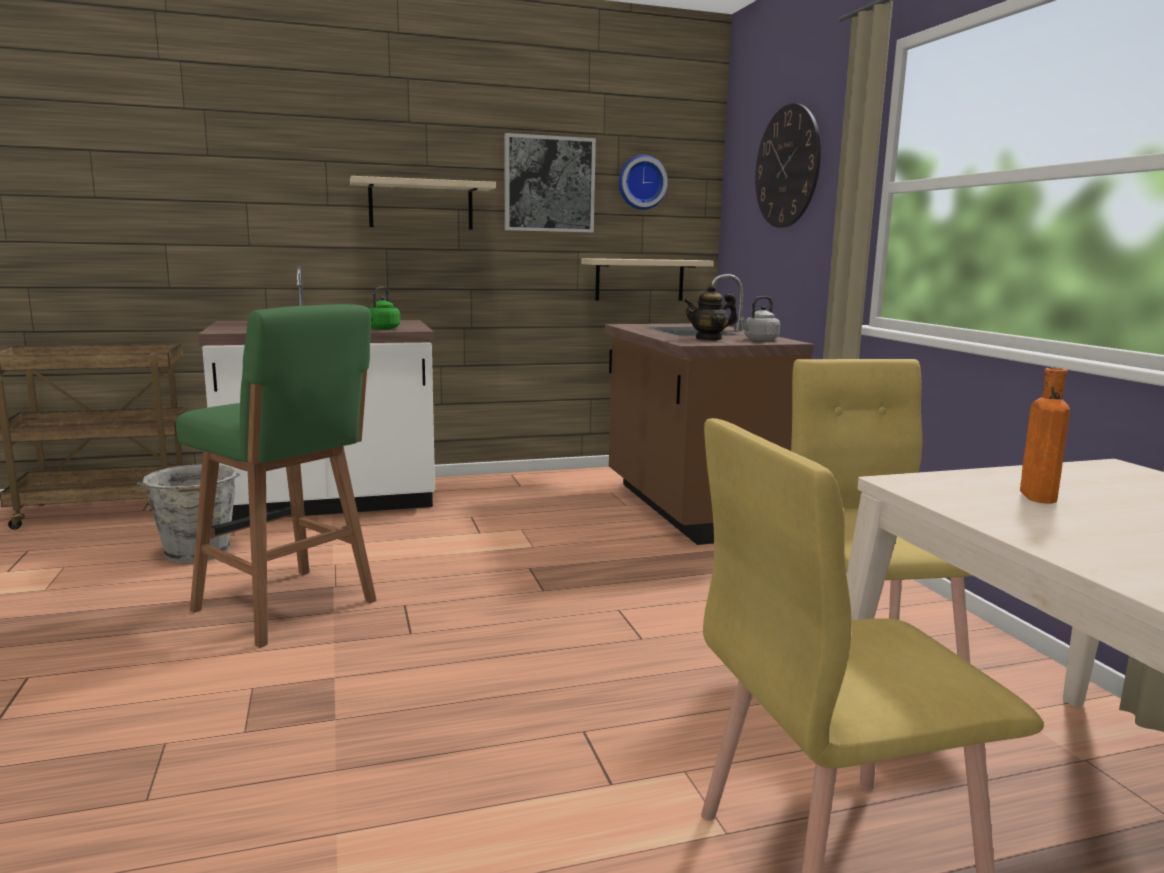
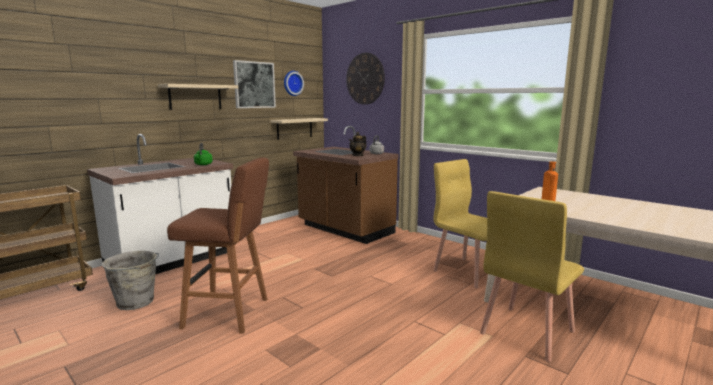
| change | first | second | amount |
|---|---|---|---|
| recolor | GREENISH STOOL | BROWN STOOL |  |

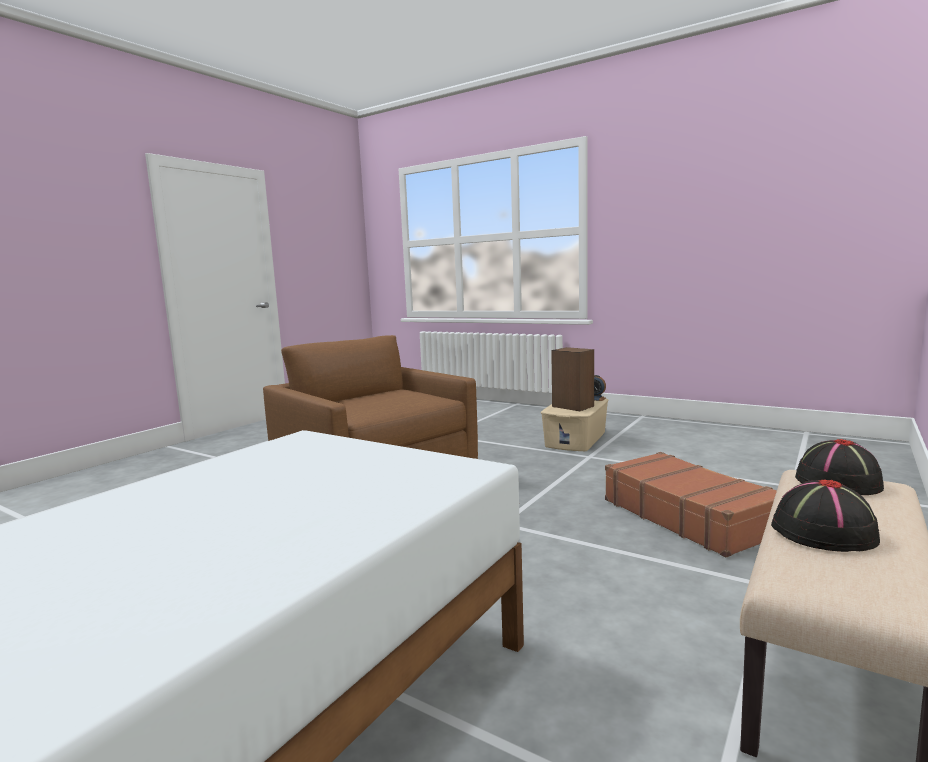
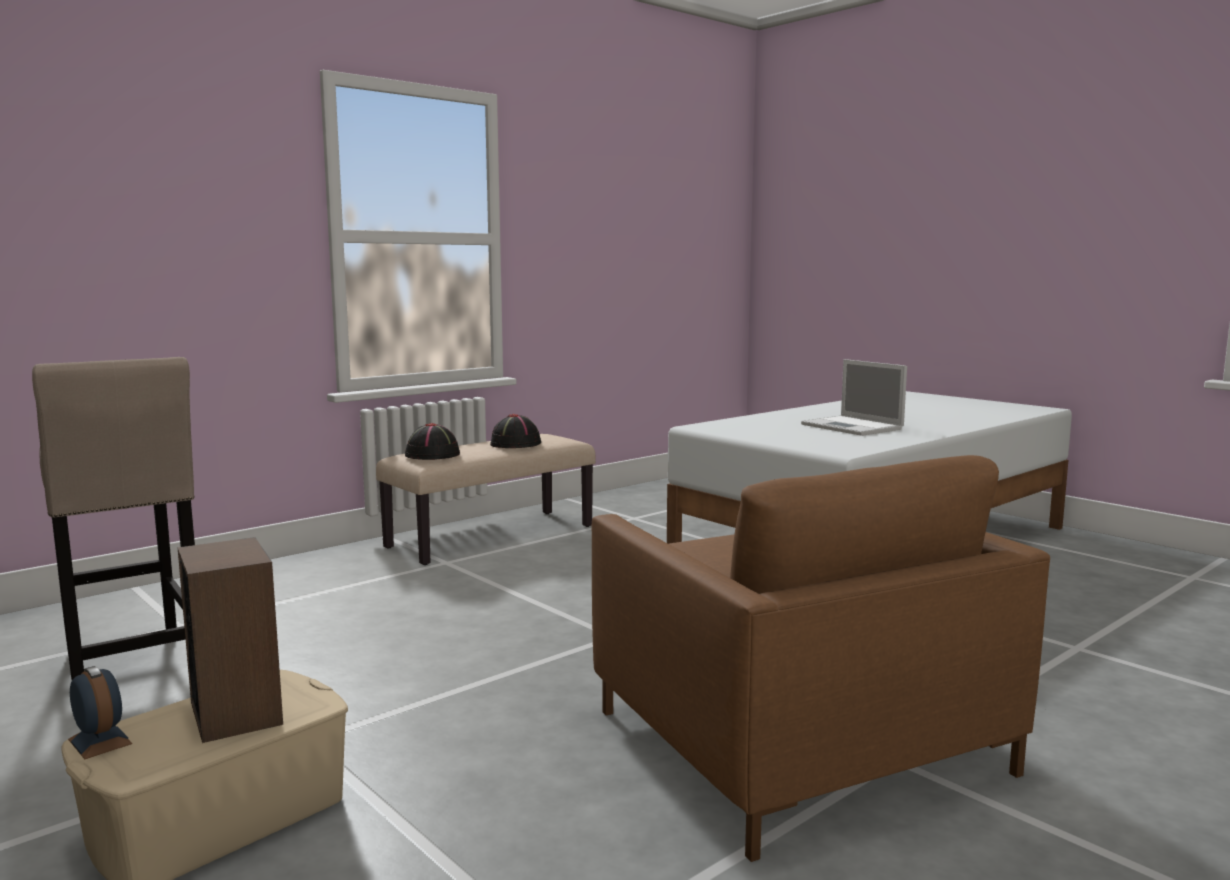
| change | first | second | amount |
|---|---|---|---|
| insert |  | SAND-COLOURED STOOL |  |
| insert |  | PORTABLE COMPUTER |  |
| delete | BROWN TRAVEL CASE |  |  |

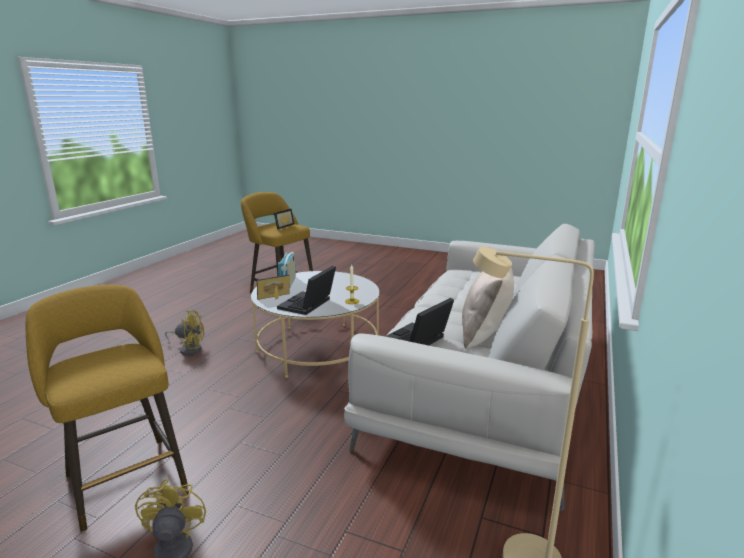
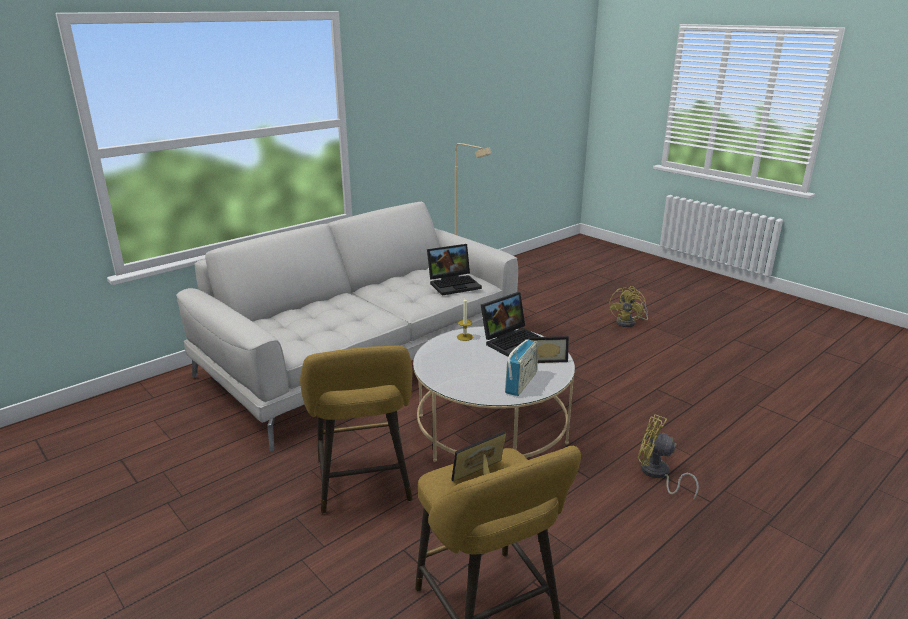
| change | first | second | amount |
|---|---|---|---|
| move | YELLOW-COLOURED STOOL (1st from left) |  |  |
| delete | SAND-COLOURED THROW PILLOW |  |  |

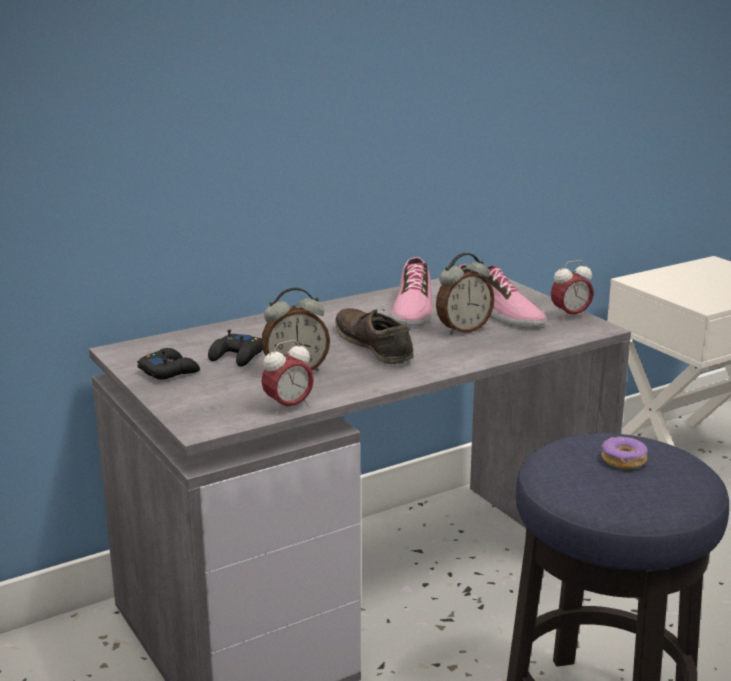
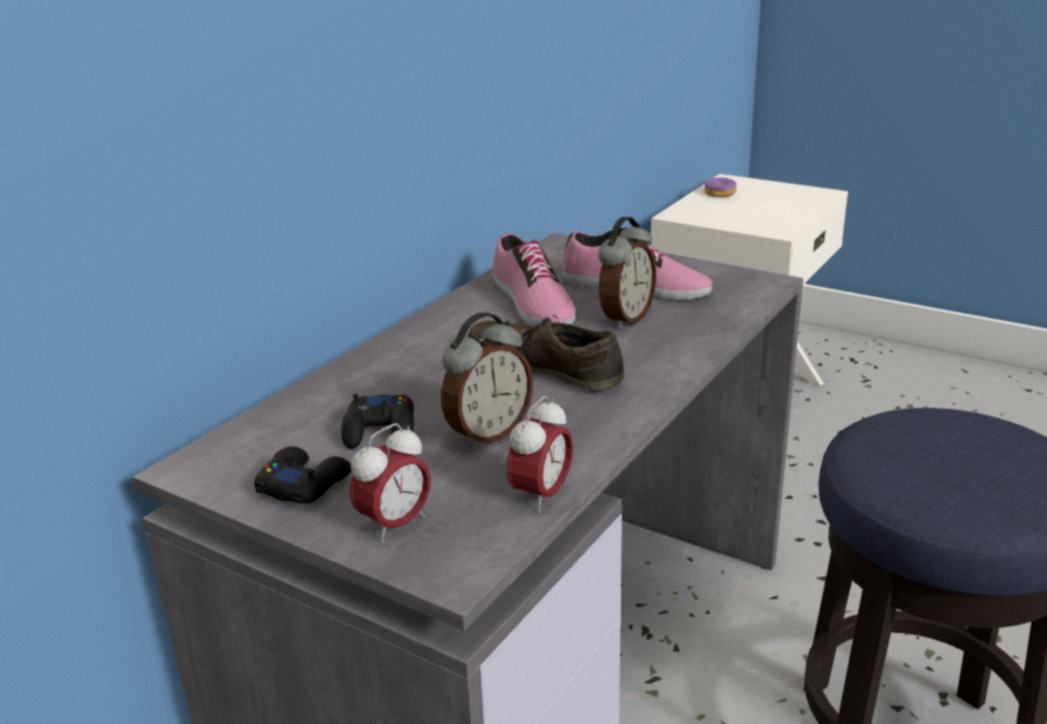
| change | first | second | amount |
|---|---|---|---|
| move | TABLE CLOCK (4th from left in the first image) | TABLE CLOCK (1st from left) |  |
| move | DOUGHNUT |  |  |

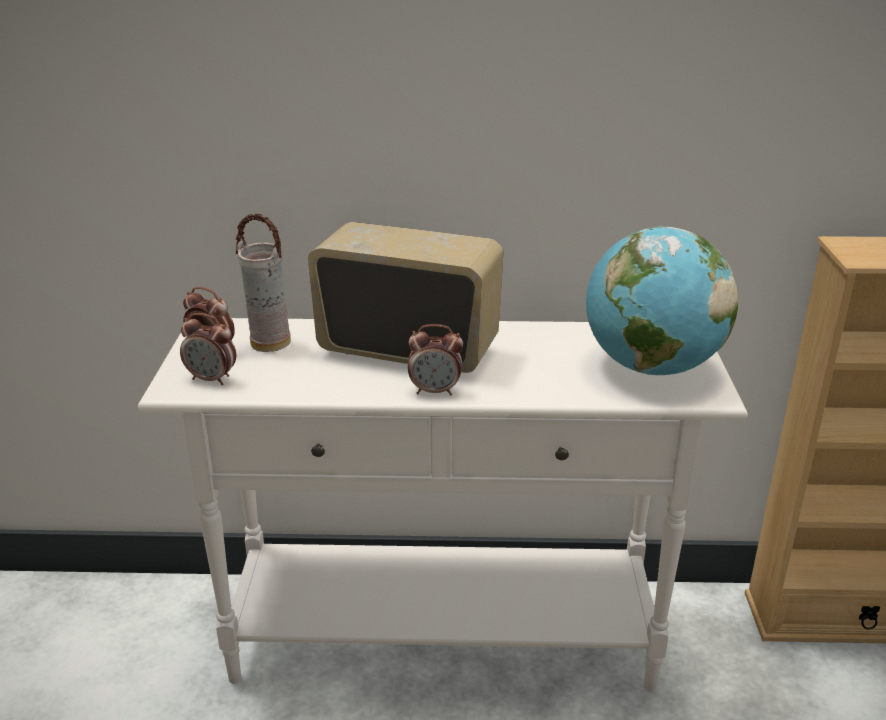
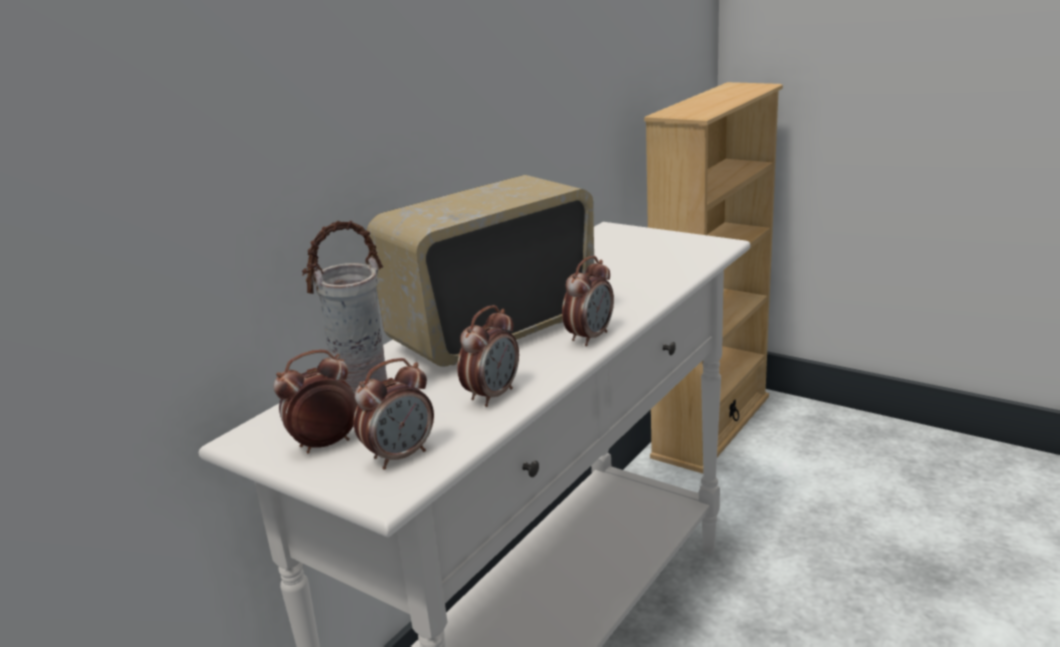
| change | first | second | amount |
|---|---|---|---|
| insert |  | TABLE CLOCK (3rd from left) |  |
| delete | GLOBE |  |  |

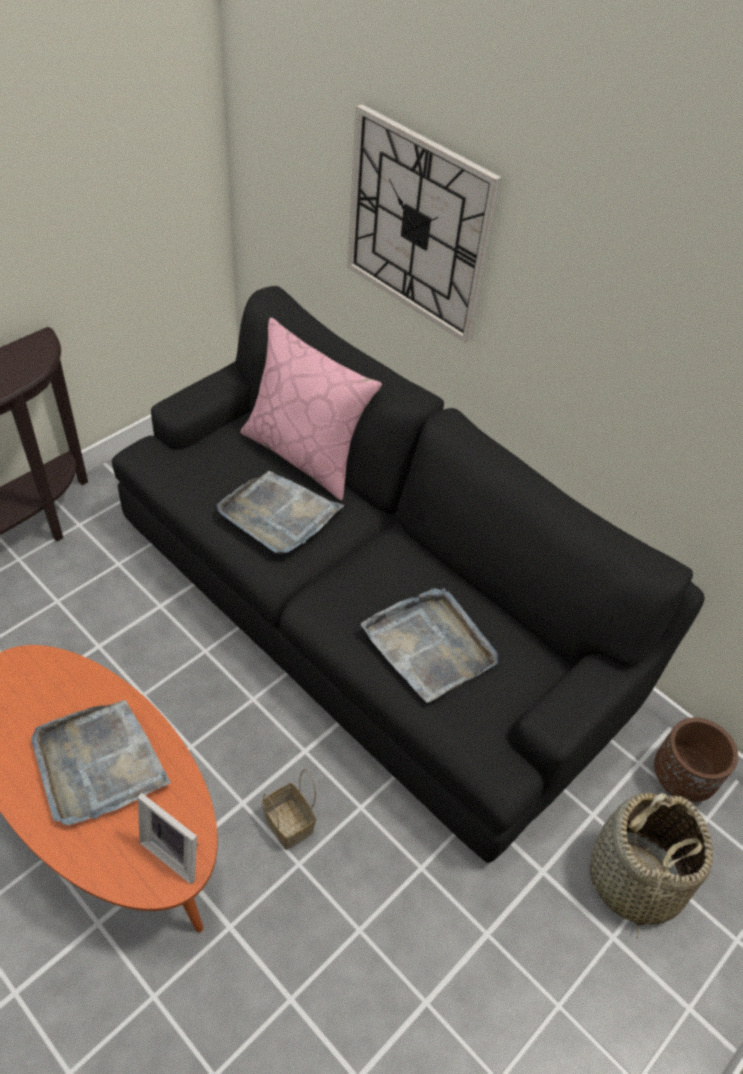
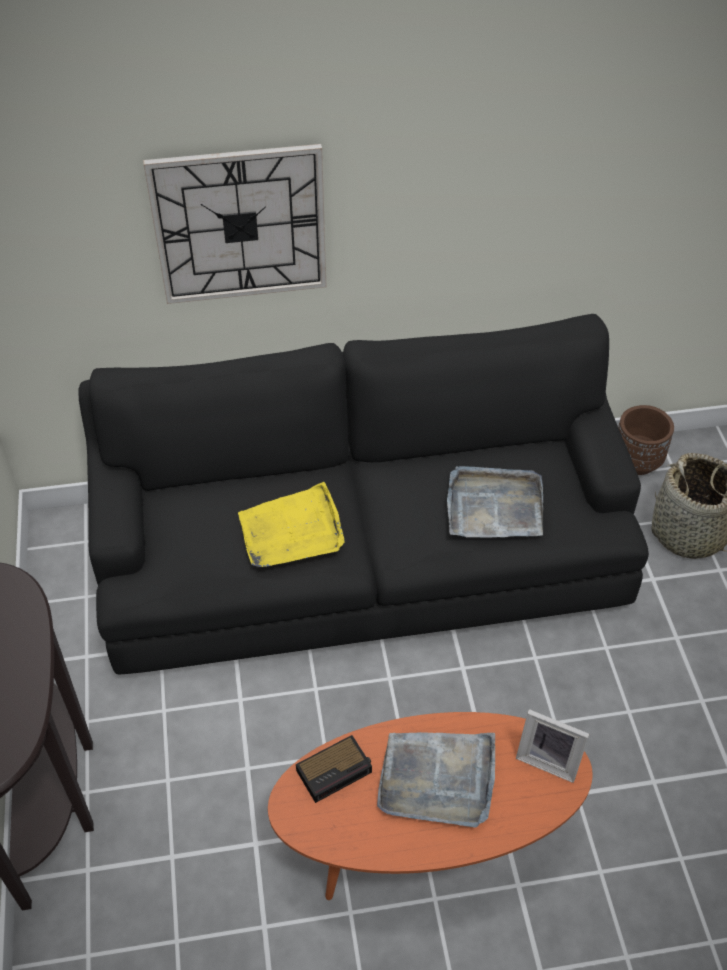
| change | first | second | amount |
|---|---|---|---|
| recolor | GREYISH TRAY (2nd from left) | YELLOW-COLOURED TRAY |  |
| insert |  | TABLE CLOCK |  |
| rotate | STANDING FRAME |  | 45 degrees clockwise |
| delete | PINK THROW PILLOW |  |  |
| delete | BASKET (1st from left) |  |  |

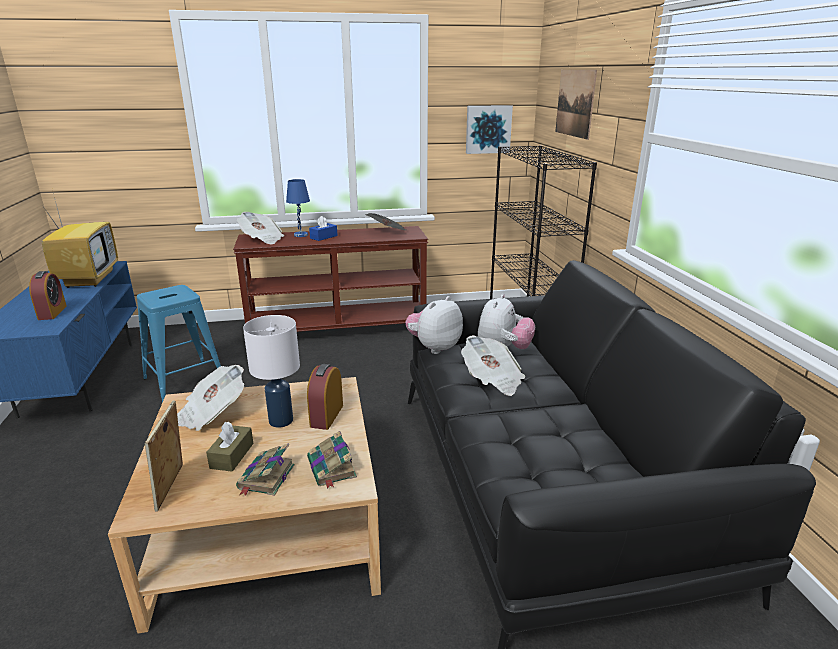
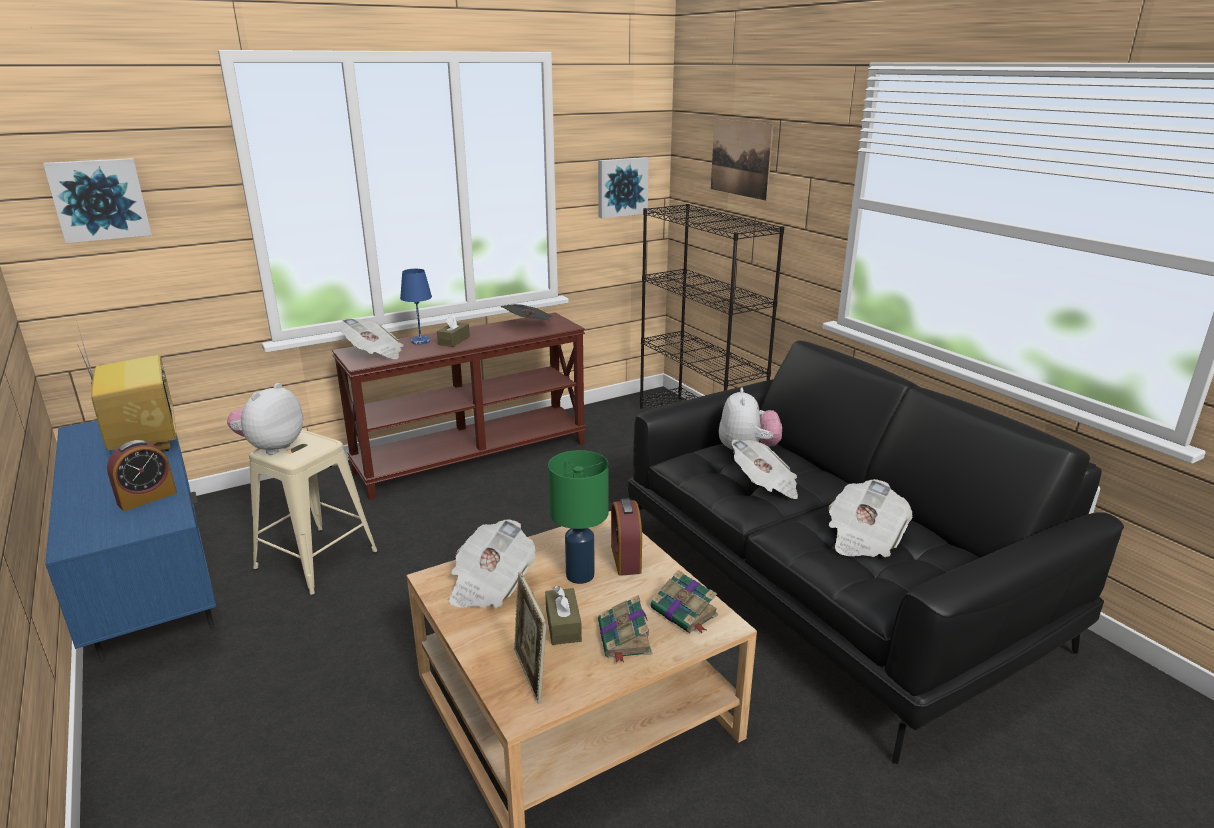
| change | first | second | amount |
|---|---|---|---|
| insert |  | WALL ART (1st from left) |  |
| rotate | TABLE CLOCK (1st from left) |  | 75 degrees clockwise |
| move | PLUSH TOY (1st from left) |  |  |
| recolor | BLUE STOOL | SAND-COLOURED STOOL |  |
| recolor | BLUE BOX OF TISSUES | BROWN BOX OF TISSUES (1st from left) |  |
| recolor | WHITE-COLOURED TABLETOP LAMP | GREENISH TABLETOP LAMP |  |
| insert |  | DAILY PAPER (5th from left) |  |

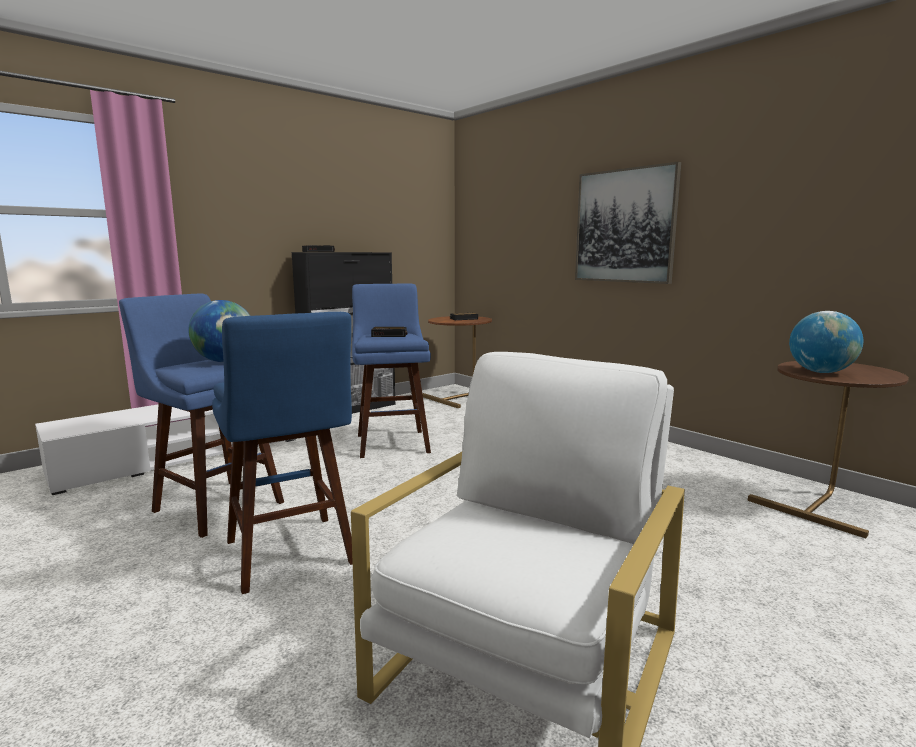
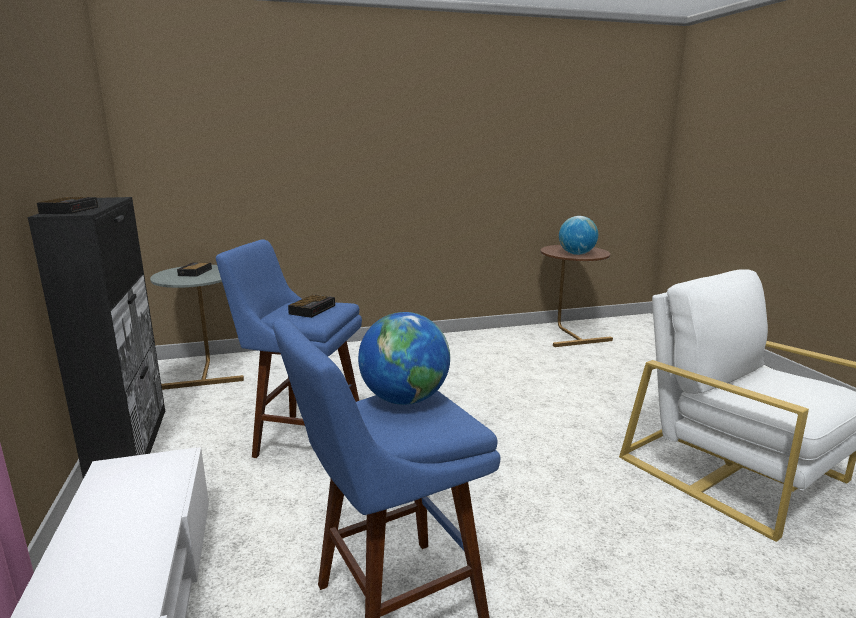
| change | first | second | amount |
|---|---|---|---|
| recolor | BROWN ACCENT TABLE (1st from left) | GREYISH ACCENT TABLE |  |
| delete | BLUE STOOL (2nd from left) |  |  |
| delete | WALL ART |  |  |

